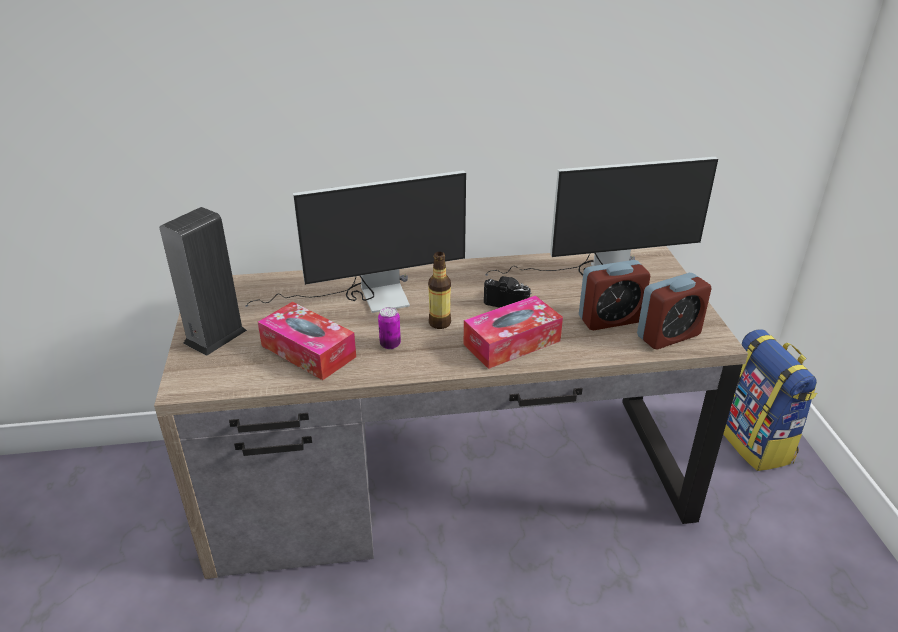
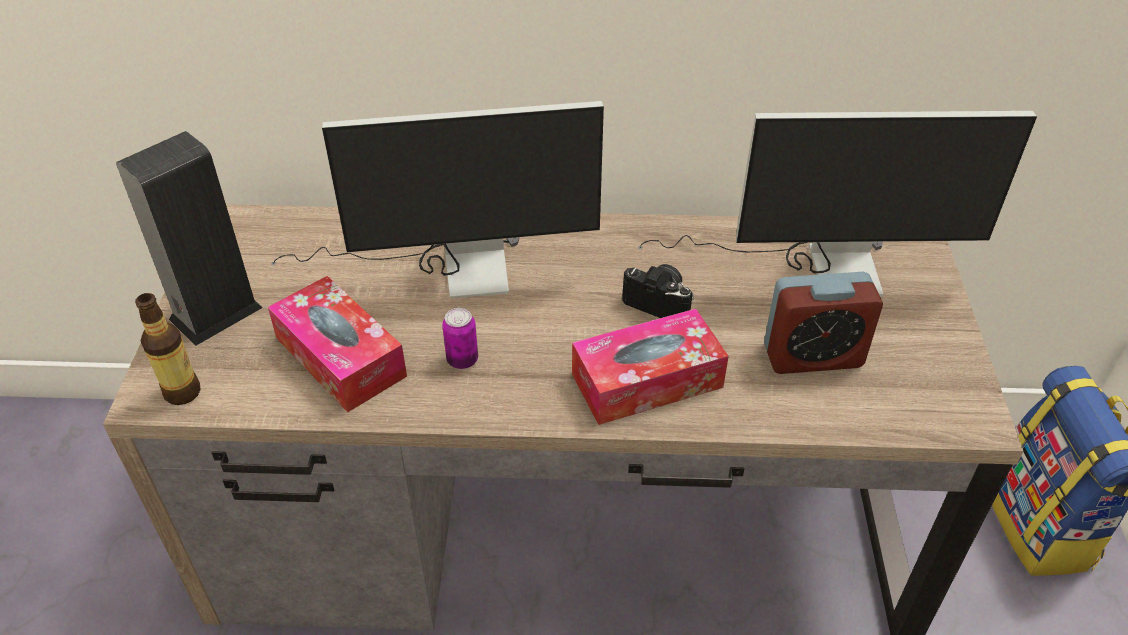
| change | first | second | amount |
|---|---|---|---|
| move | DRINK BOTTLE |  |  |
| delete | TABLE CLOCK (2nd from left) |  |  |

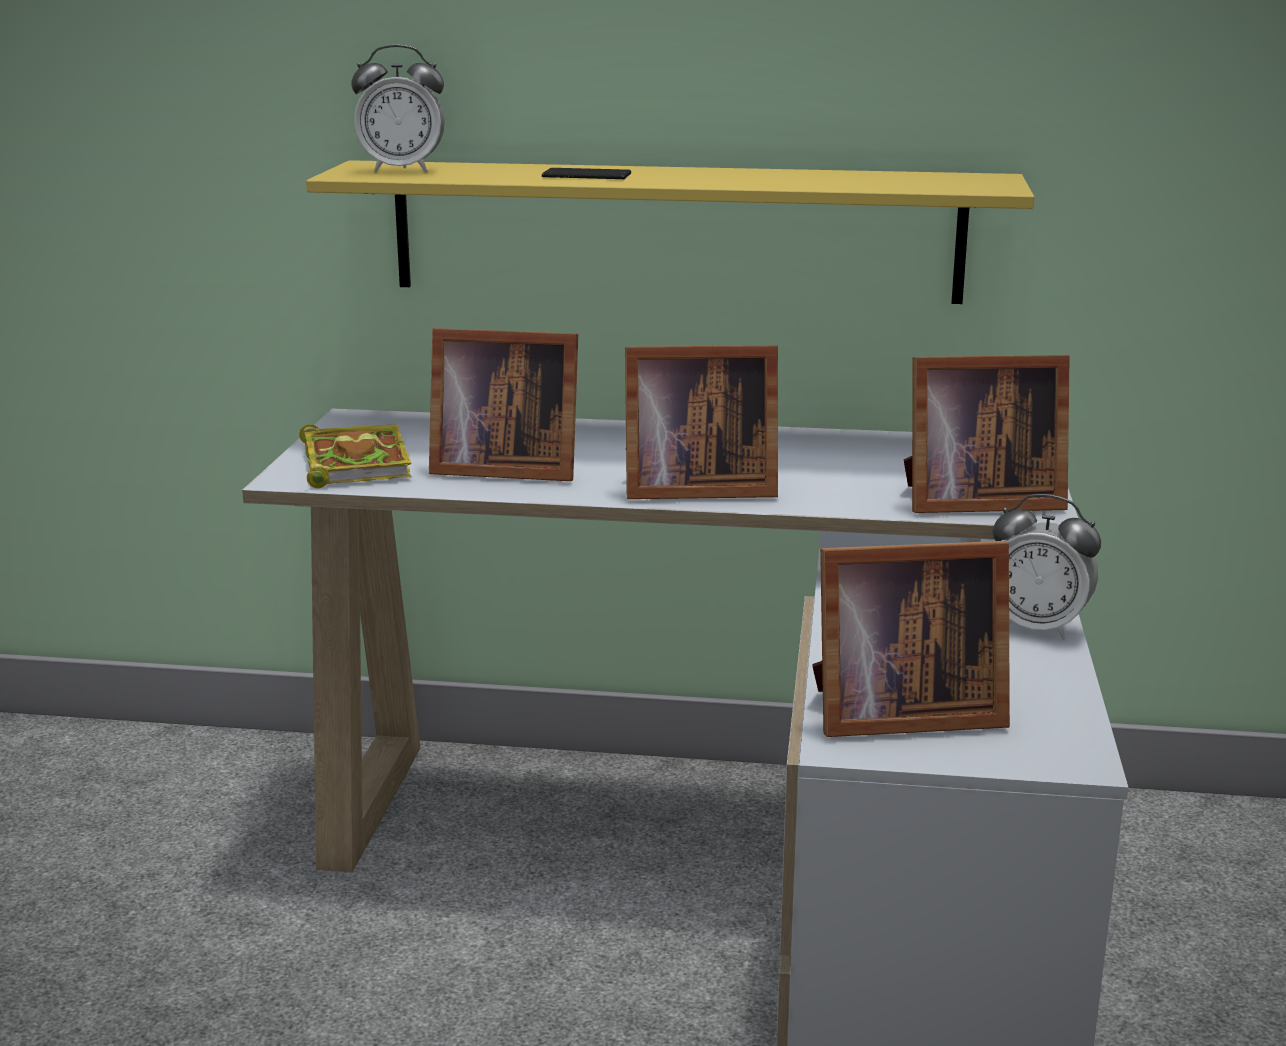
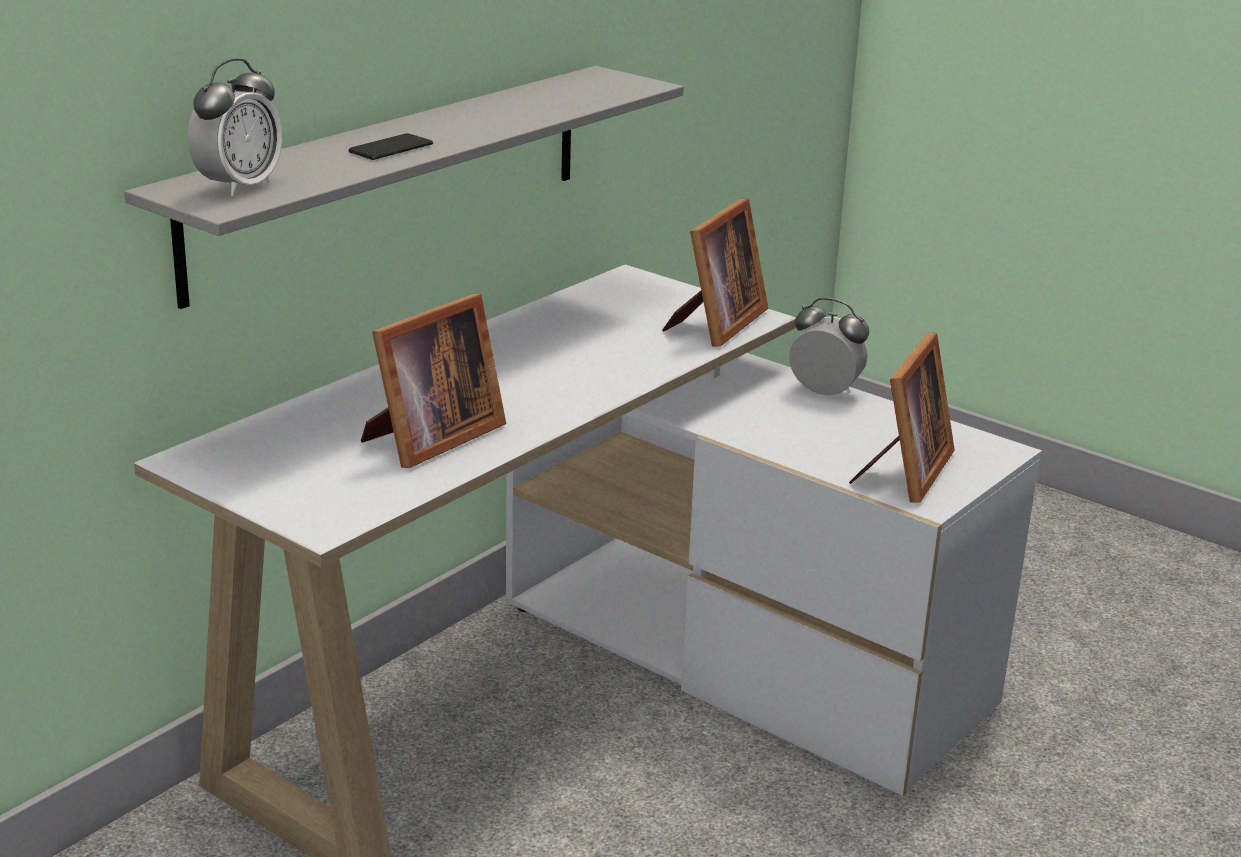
| change | first | second | amount |
|---|---|---|---|
| recolor | YELLOW-COLOURED WALL SHELF | GREYISH WALL SHELF |  |
| rotate | TABLE CLOCK (2nd from left) |  | 120 degrees counterclockwise |
| delete | BOOK |  |  |
| delete | STANDING FRAME (2nd from left) |  |  |

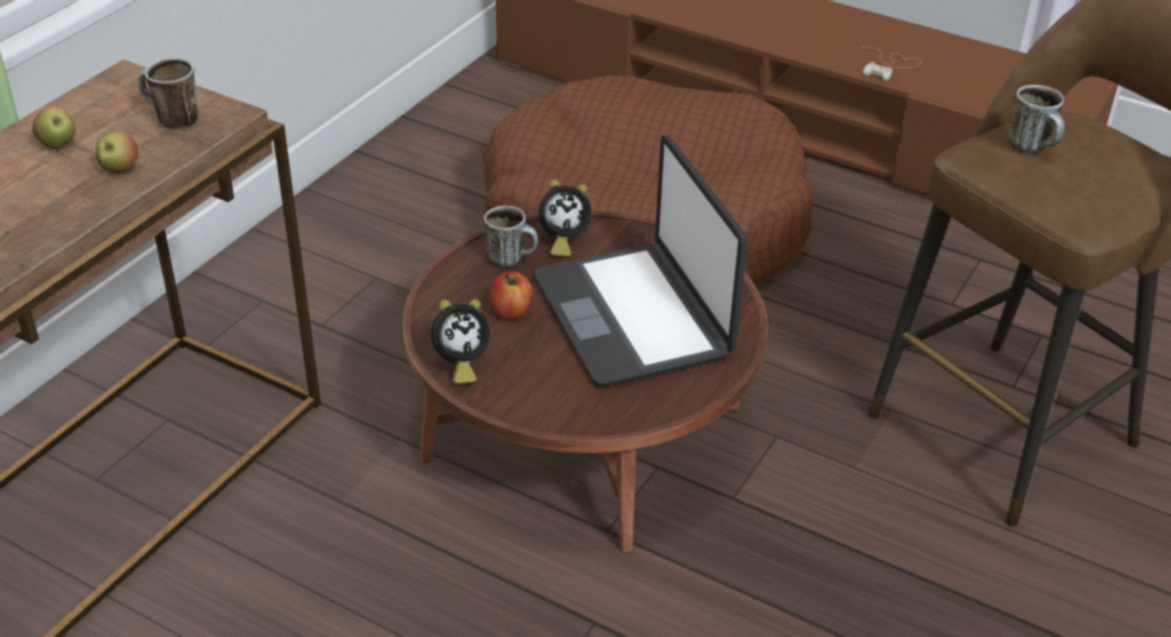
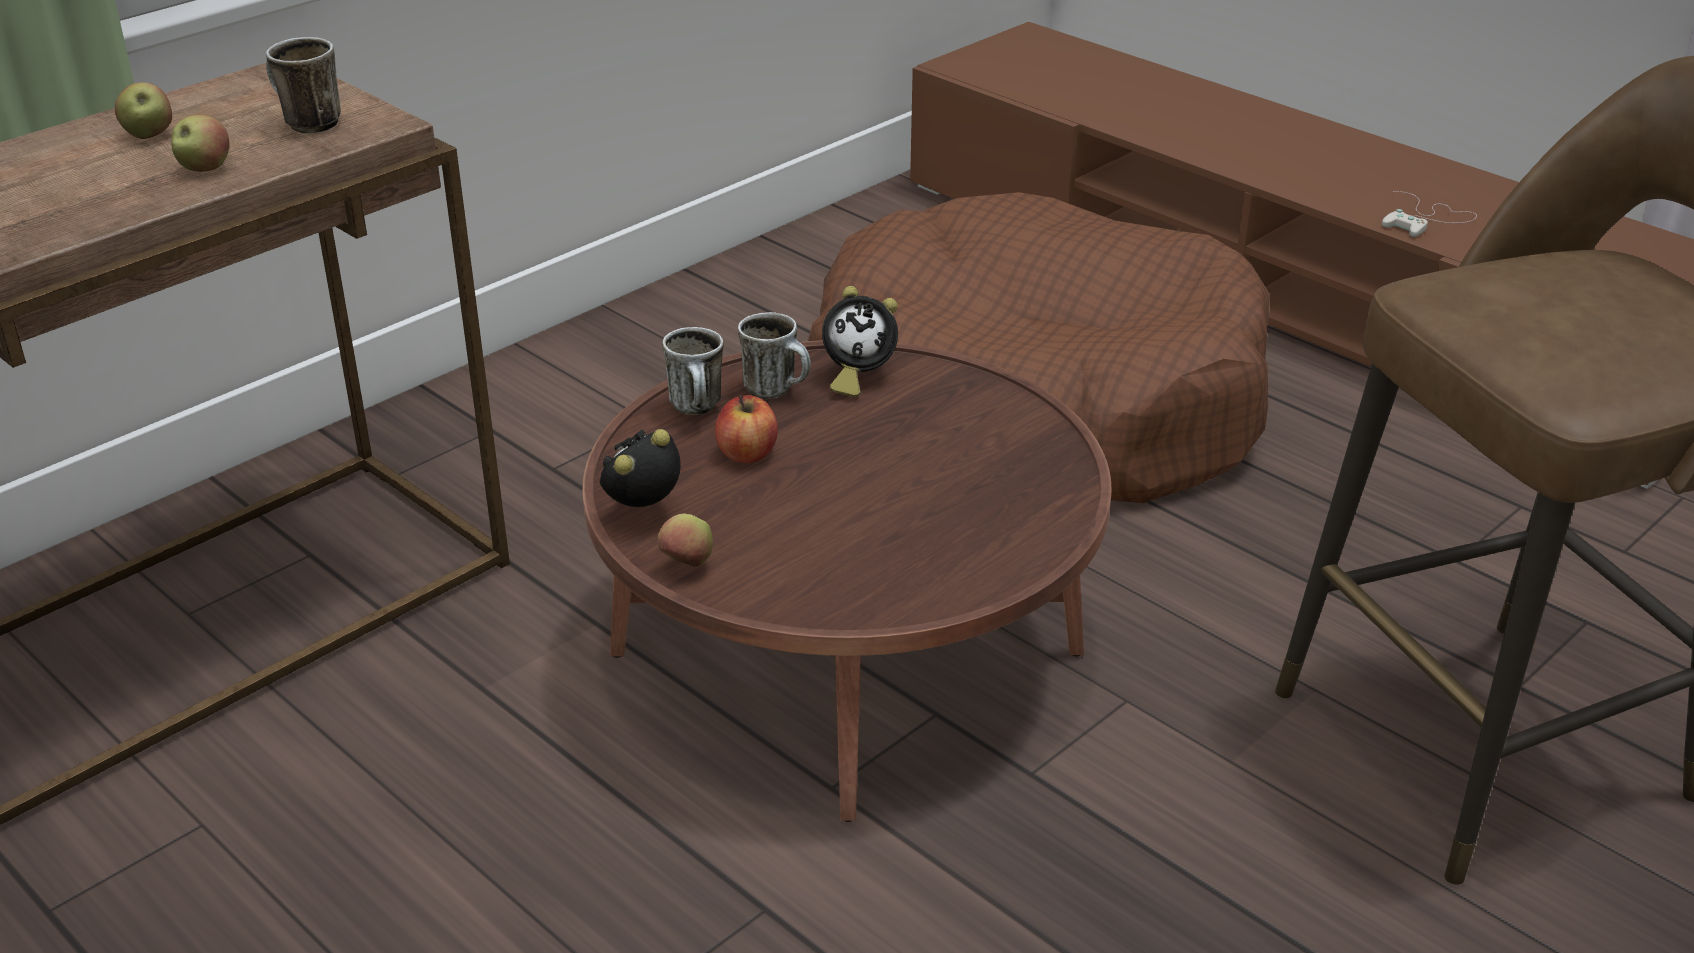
| change | first | second | amount |
|---|---|---|---|
| rotate | TABLE CLOCK (1st from left) |  | 150 degrees clockwise |
| insert |  | APPLE (3rd from left) |  |
| move | COFFEE MUG (3rd from left in the first image) | COFFEE MUG (2nd from left) |  |
| delete | PORTABLE COMPUTER |  |  |

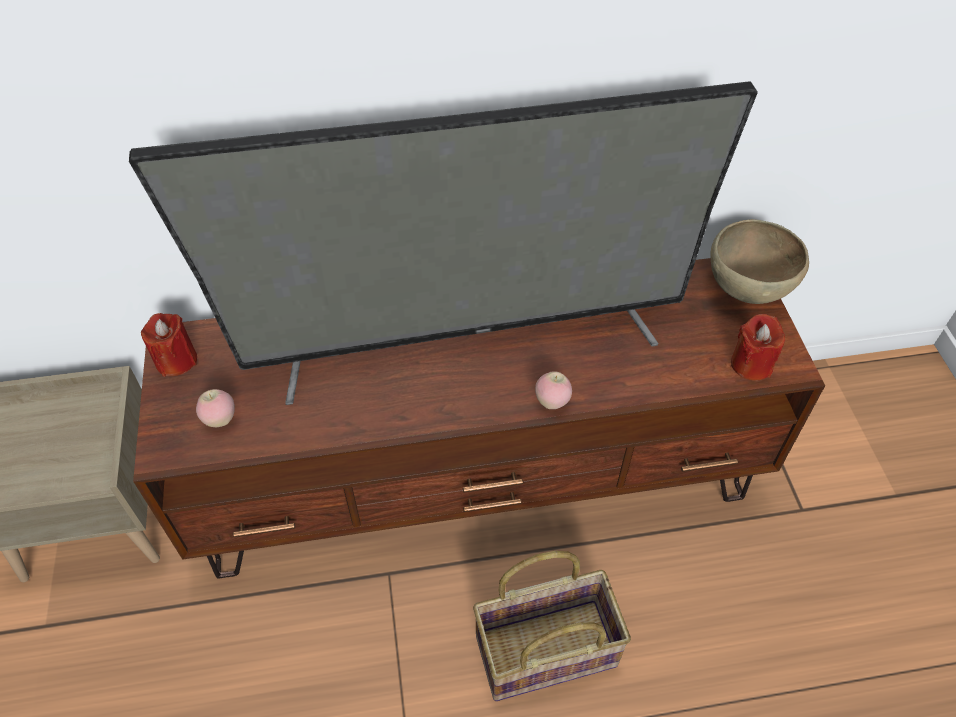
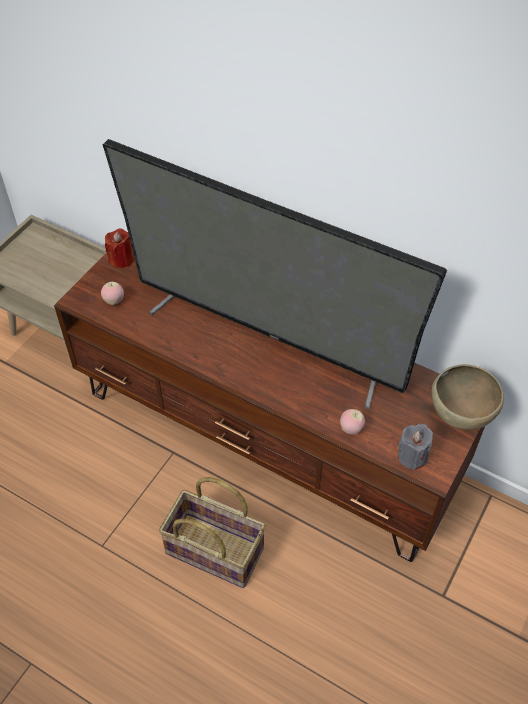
| change | first | second | amount |
|---|---|---|---|
| move | APPLE (2nd from left) |  |  |
| recolor | RED CANDLE (2nd from left) | GREYISH CANDLE |  |

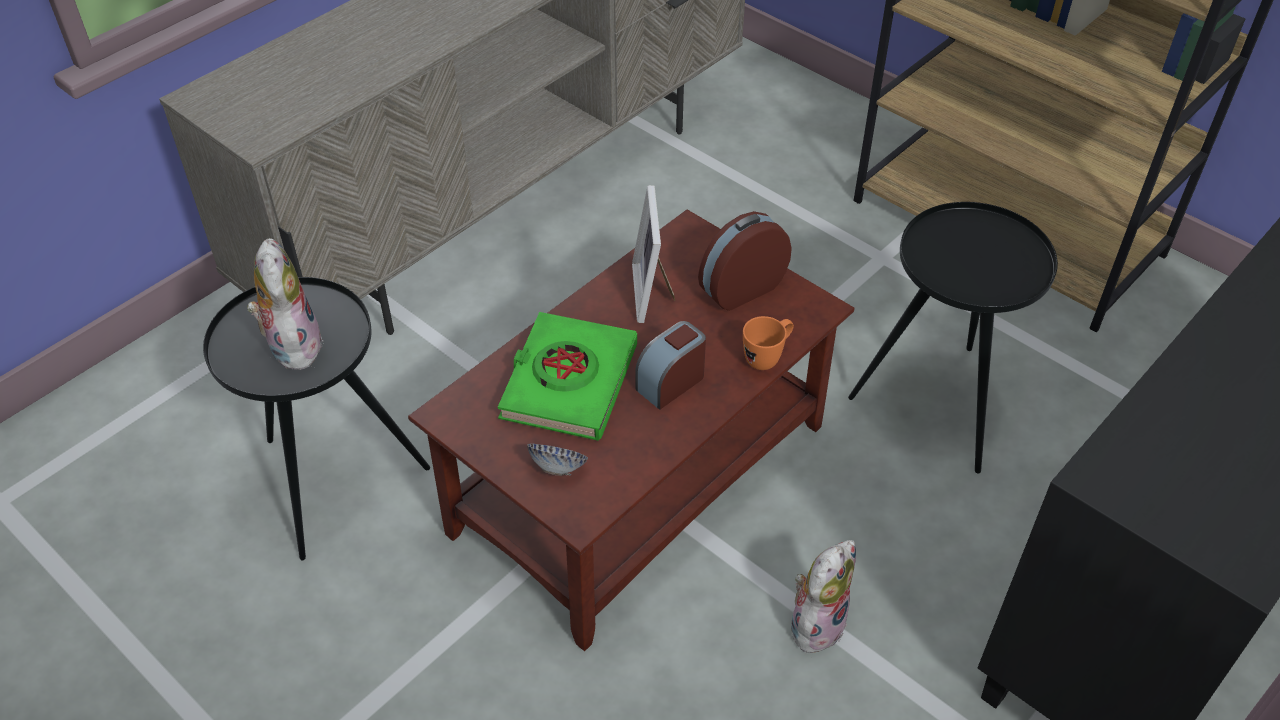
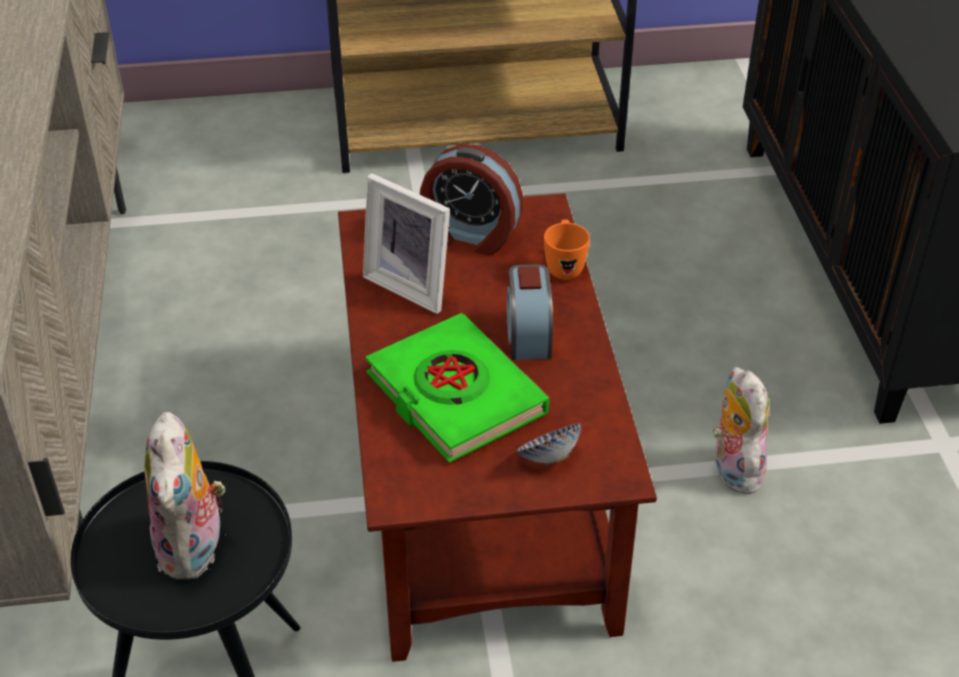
| change | first | second | amount |
|---|---|---|---|
| rotate | PLUSH TOY (1st from left) |  | 120 degrees counterclockwise |
| rotate | TABLE CLOCK (2nd from left in the first image) | TABLE CLOCK (1st from left) | 75 degrees counterclockwise |
| delete | BLACK ACCENT TABLE (2nd from left) |  |  |

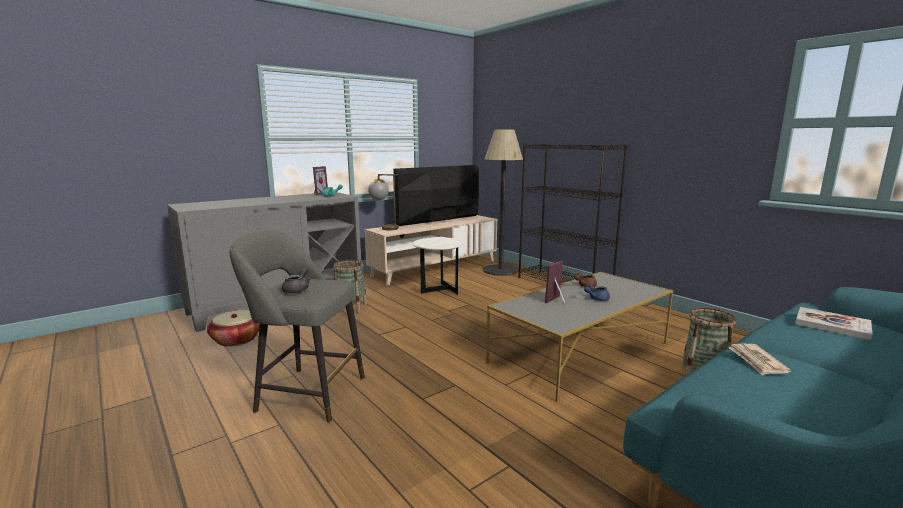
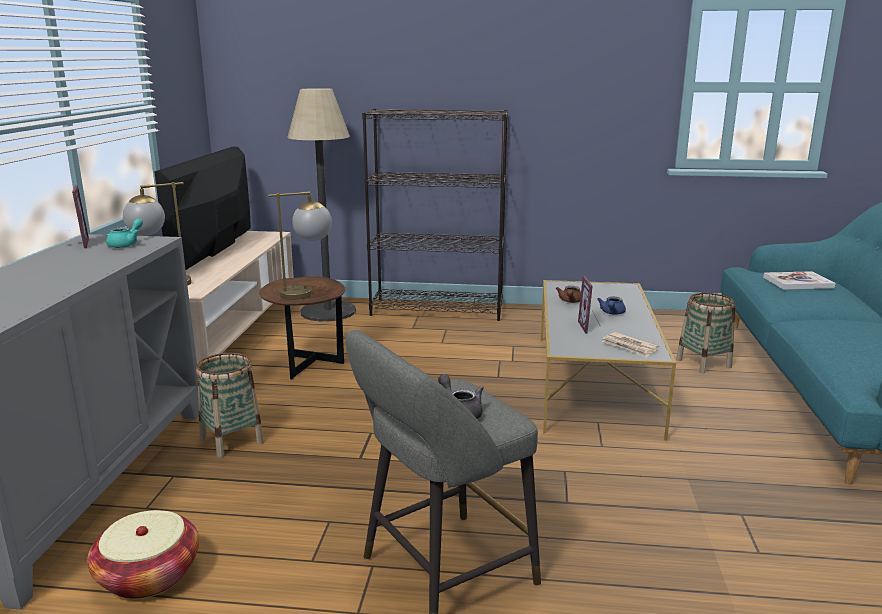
| change | first | second | amount |
|---|---|---|---|
| recolor | WHITE-COLOURED ACCENT TABLE | BROWN ACCENT TABLE |  |
| insert |  | TABLETOP LAMP (2nd from left) |  |
| move | DAILY PAPER |  |  |

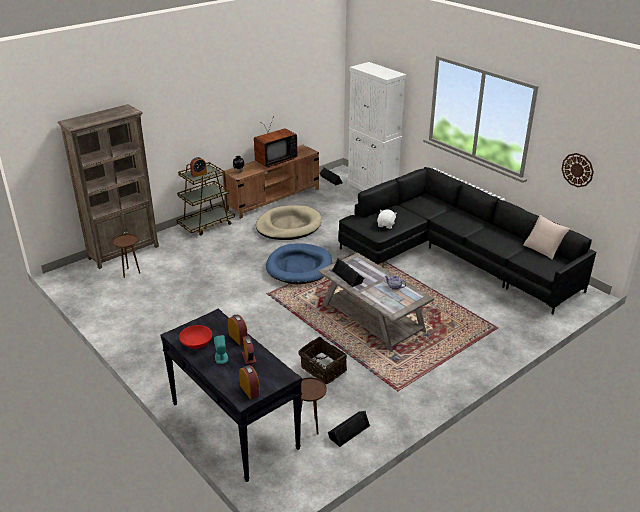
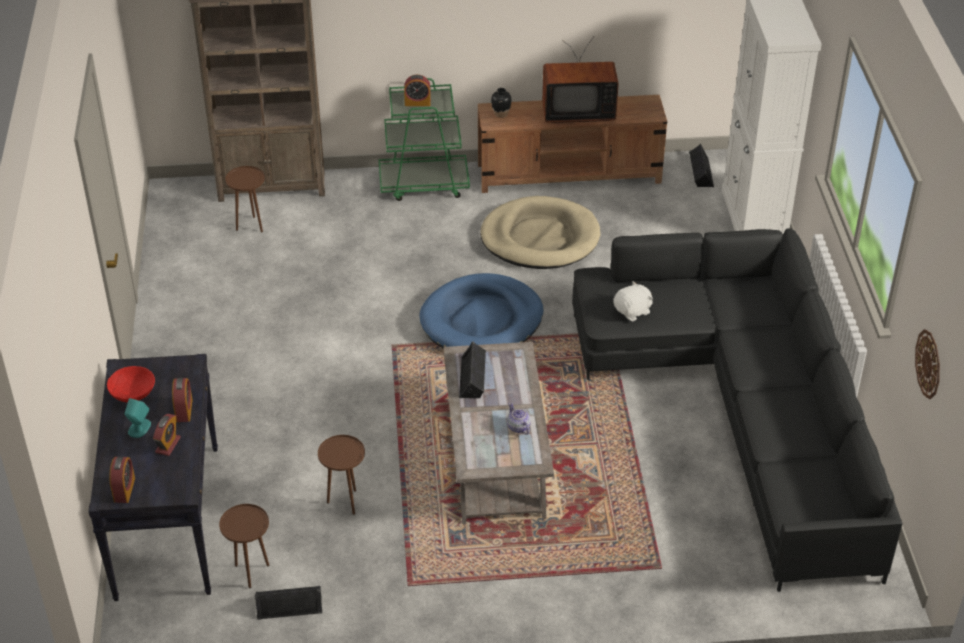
| change | first | second | amount |
|---|---|---|---|
| replace | BASKET | BROWN ACCENT TABLE (3rd from left) |  |
| recolor | BROWN WHEELED CART | GREENISH WHEELED CART |  |
| delete | SAND-COLOURED THROW PILLOW |  |  |

